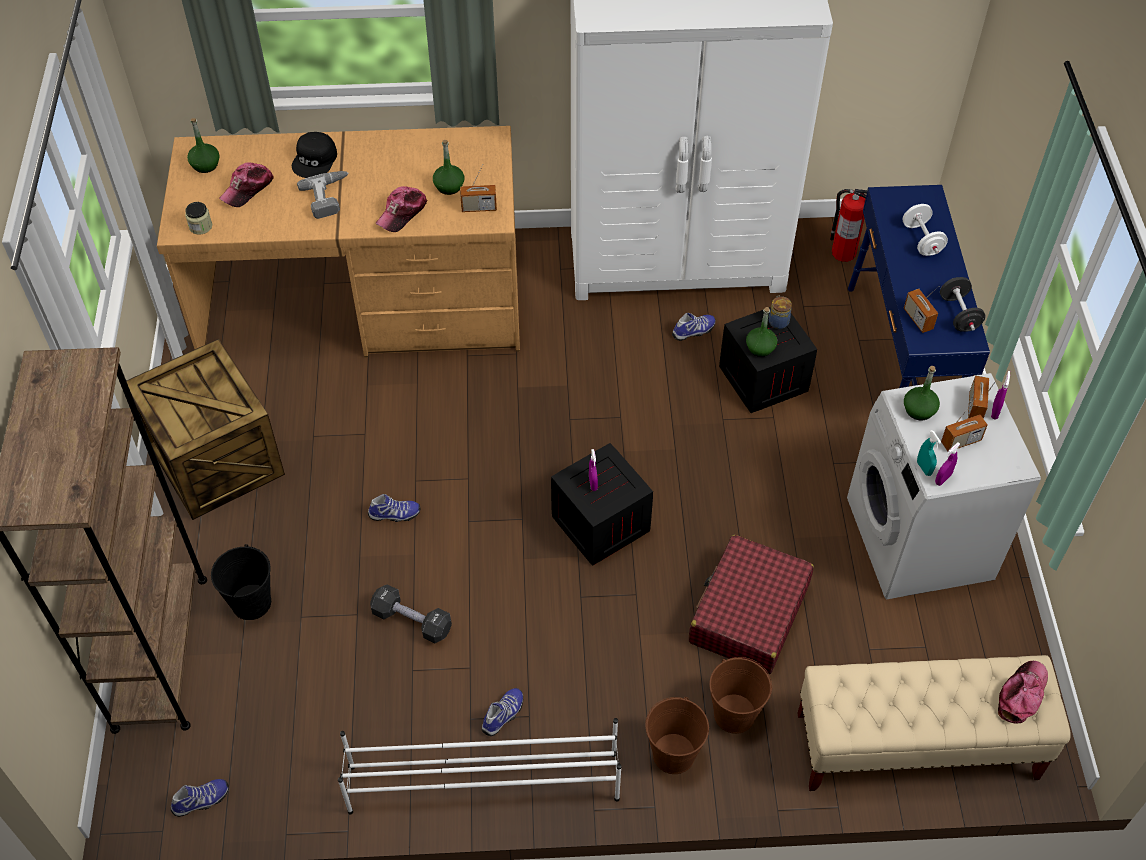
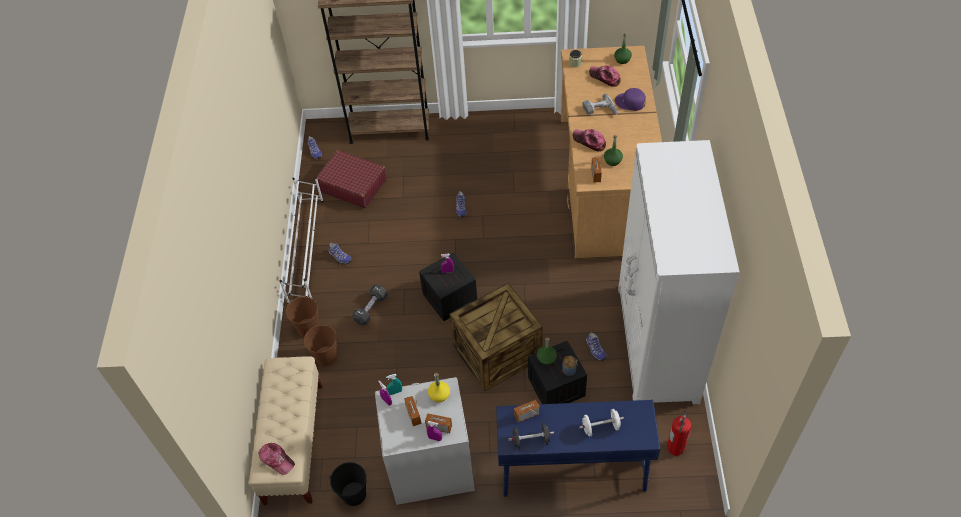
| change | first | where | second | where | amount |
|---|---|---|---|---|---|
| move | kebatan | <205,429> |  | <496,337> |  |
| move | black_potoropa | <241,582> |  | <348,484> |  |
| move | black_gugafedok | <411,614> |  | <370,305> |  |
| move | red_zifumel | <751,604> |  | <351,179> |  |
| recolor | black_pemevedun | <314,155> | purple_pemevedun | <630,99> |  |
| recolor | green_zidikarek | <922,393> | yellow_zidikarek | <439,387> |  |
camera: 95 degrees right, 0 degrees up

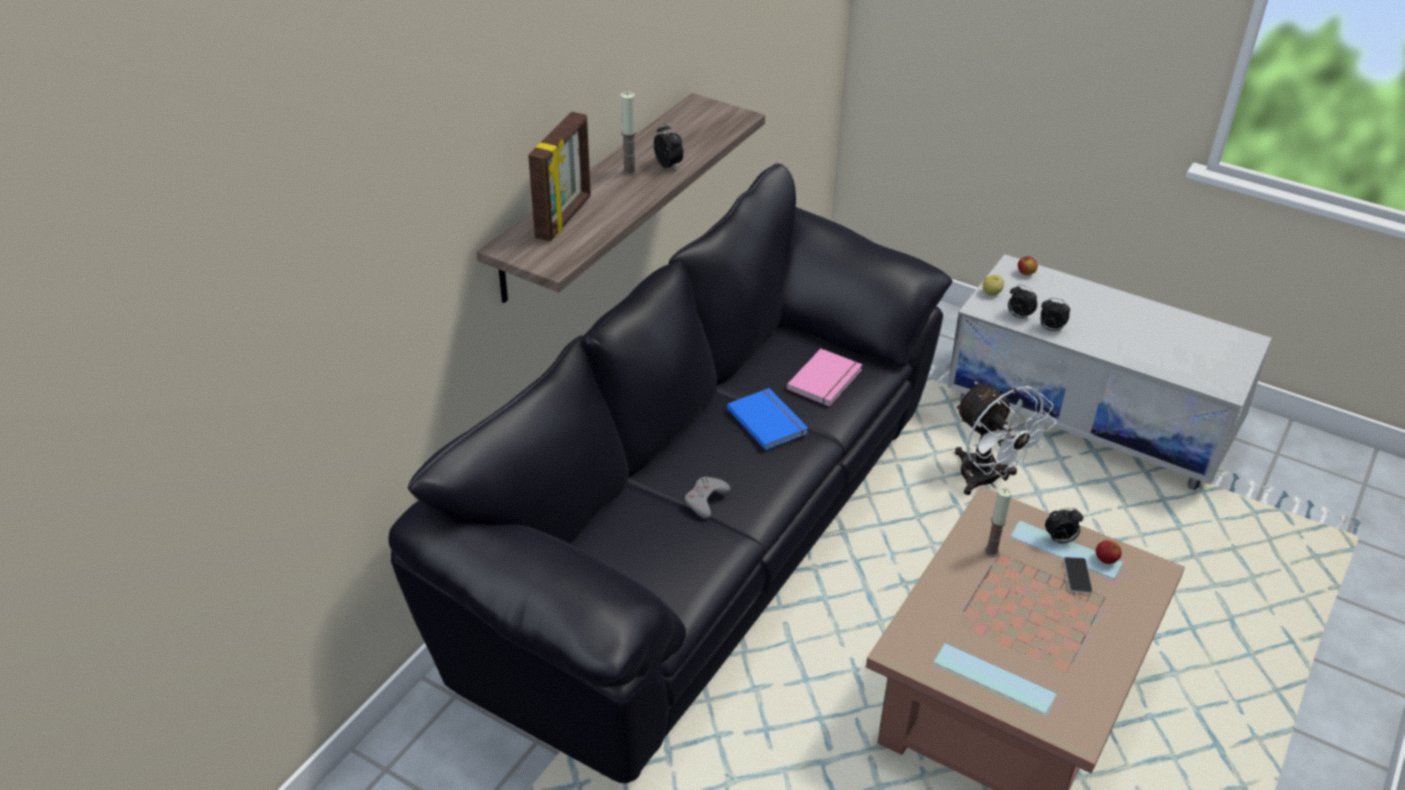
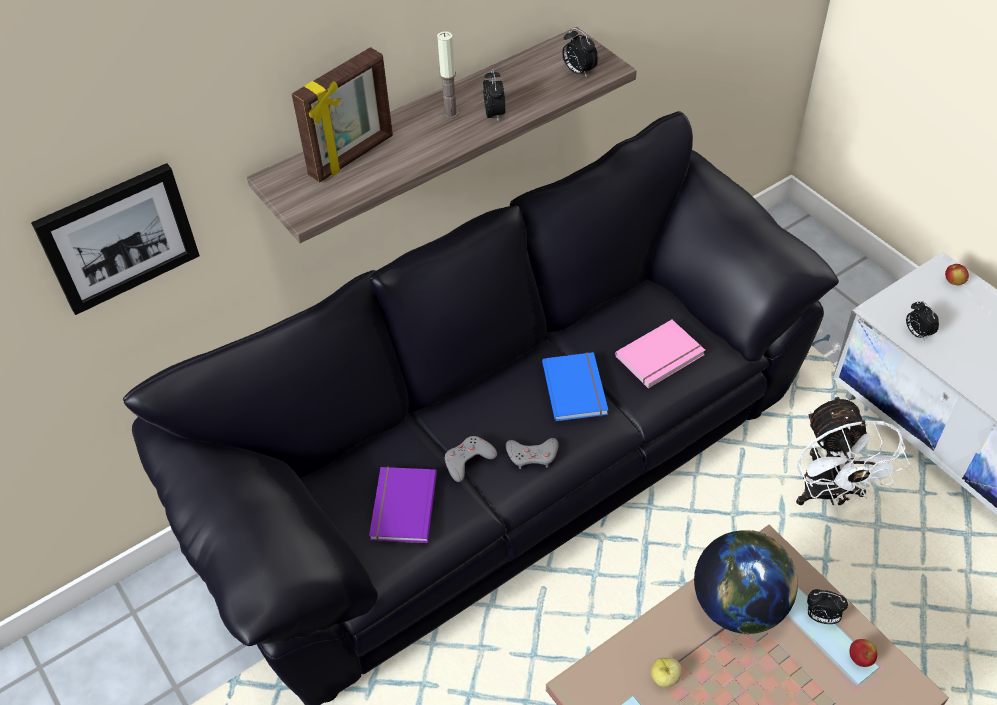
| change | first | where | second | where | amount |
|---|---|---|---|---|---|
| delete | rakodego | <1078,575> |  |  |  |
| insert |  |  | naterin | <115,239> |  |
| insert |  |  | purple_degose | <403,505> |  |
| insert |  |  | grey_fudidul | <531,453> |  |
| move | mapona | <993,285> |  | <666,672> |  |
| move | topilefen | <1055,315> |  | <580,52> |  |
| replace | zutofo | <998,522> | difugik | <746,582> |  |
camera: 25 degrees right, 10 degrees up

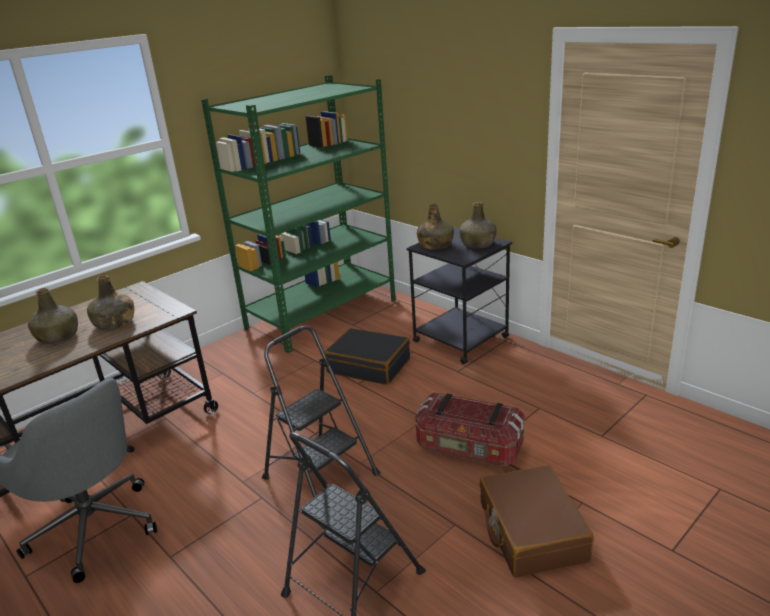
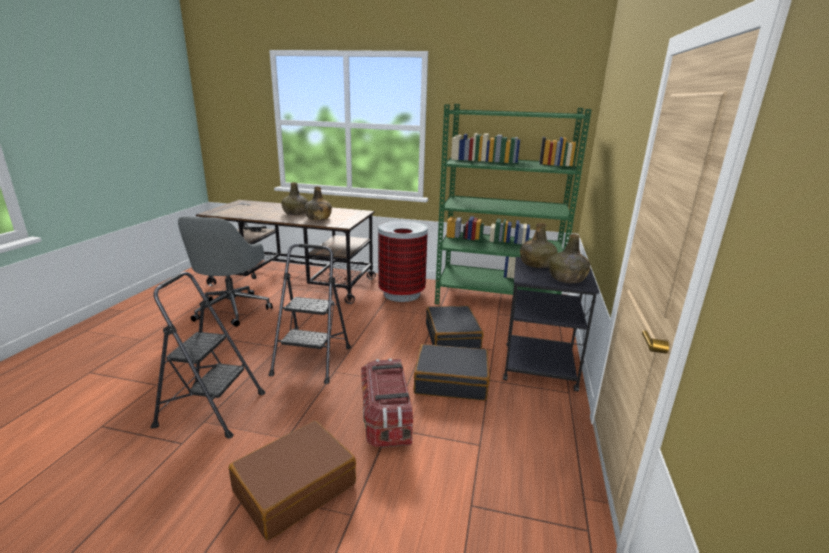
| change | first | where | second | where | amount |
|---|---|---|---|---|---|
| insert |  |  | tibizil | <403,261> |  |
| insert |  |  | black_zifumel | <452,372> |  |
camera: 55 degrees right, 5 degrees down

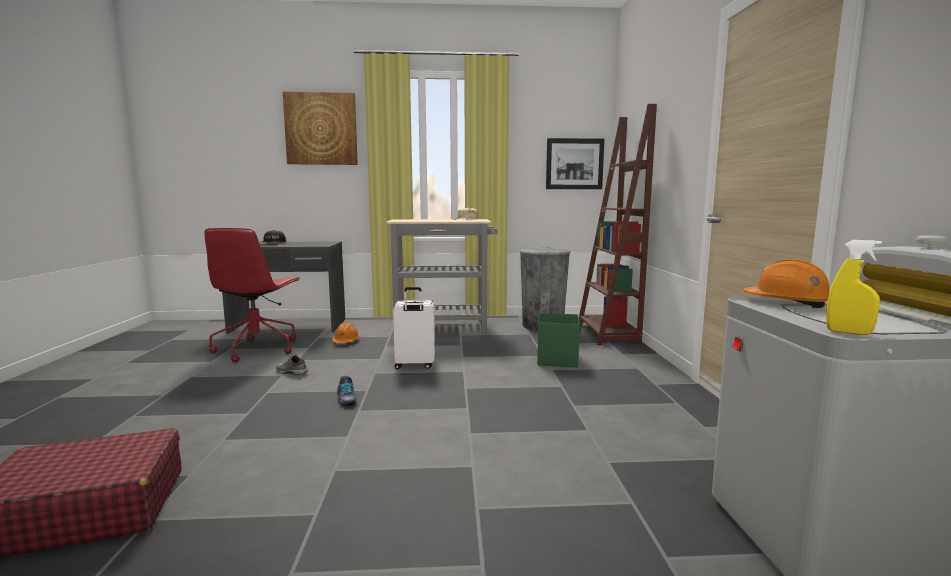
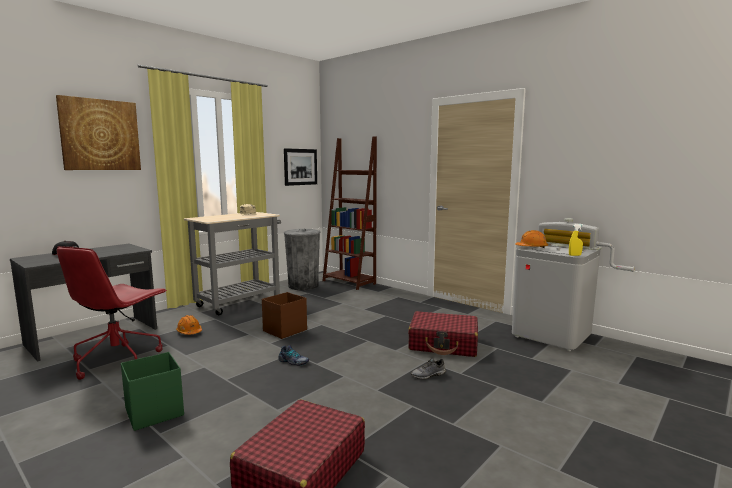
| change | first | where | second | where | amount |
|---|---|---|---|---|---|
| insert |  |  | red_zifumel | <443,334> |  |
| move | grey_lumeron | <292,365> |  | <428,368> |  |
| move | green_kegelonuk | <559,340> |  | <152,391> |  |
| replace | white_zifumel | <414,328> | brown_kegelonuk | <284,315> |  |
| rotate | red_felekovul | <252,295> |  | <112,313> | 60 degrees clockwise |
camera: 45 degrees left, 0 degrees up

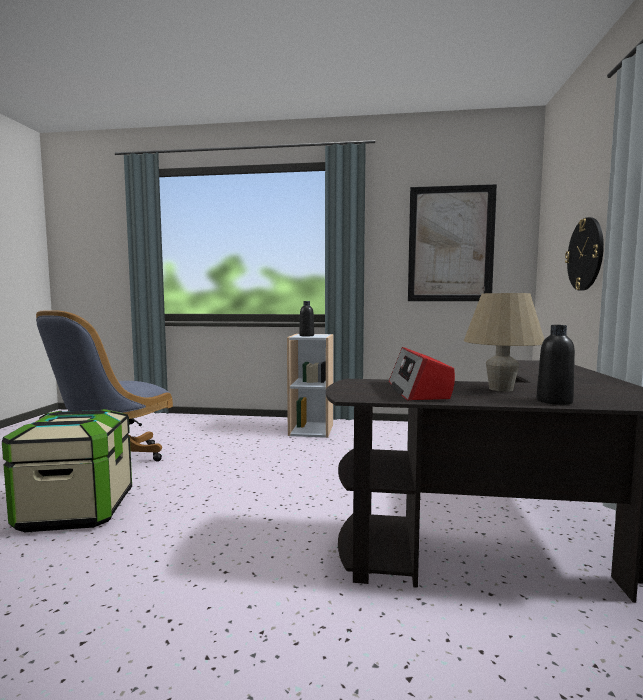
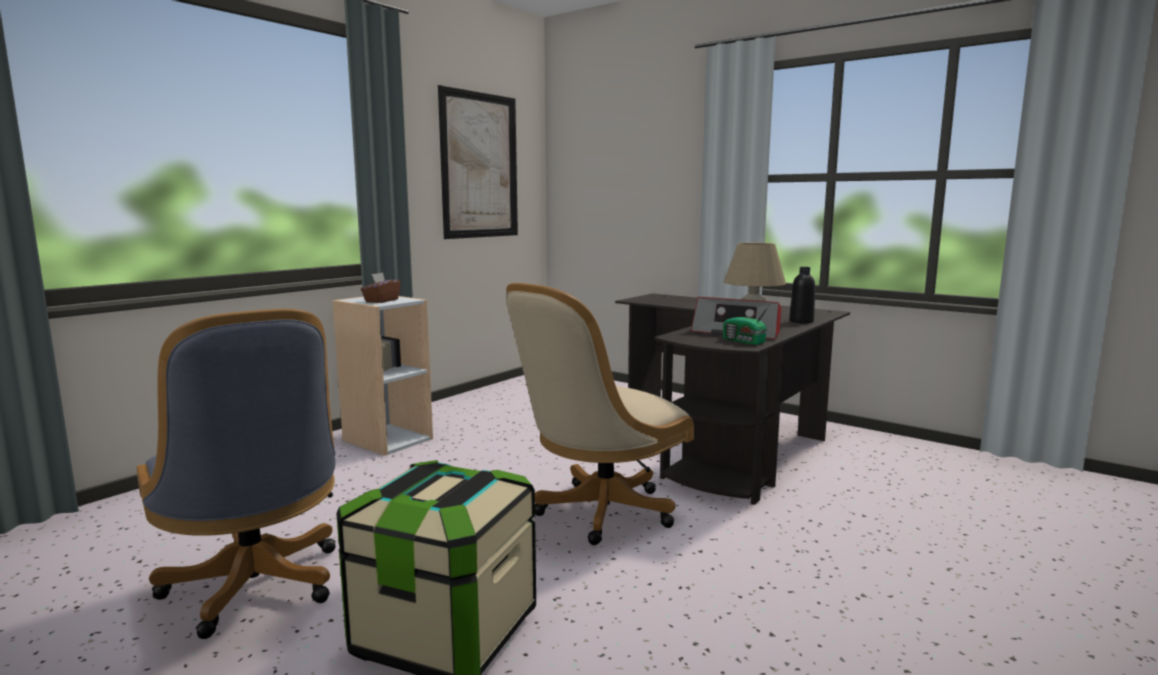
| change | first | where | second | where | amount |
|---|---|---|---|---|---|
| delete | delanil | <584,254> |  |  |  |
| insert |  |  | beige_felekovul | <600,414> |  |
| insert |  |  | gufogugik | <747,324> |  |
| replace | black_zidikarek | <306,318> | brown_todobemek | <381,287> |  |
camera: 60 degrees left, 5 degrees up

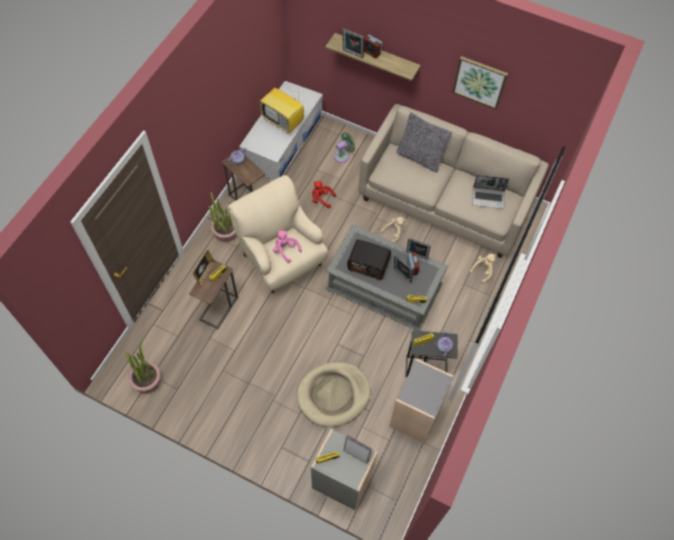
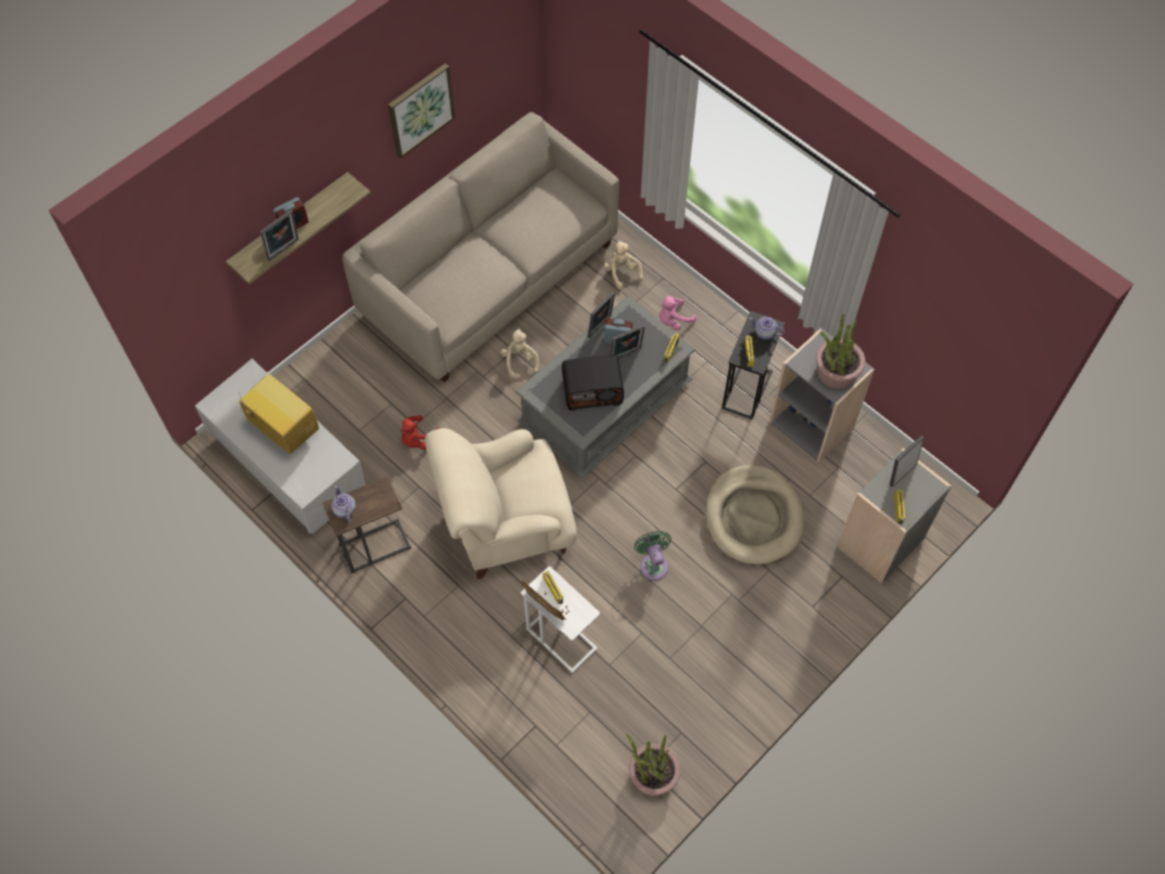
| change | first | where | second | where | amount |
|---|---|---|---|---|---|
| delete | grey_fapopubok | <424,142> |  |  |  |
| delete | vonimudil | <490,192> |  |  |  |
| move | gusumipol | <222,217> |  | <840,351> |  |
| move | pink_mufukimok | <287,246> |  | <677,313> |  |
| move | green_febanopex | <344,147> |  | <653,556> |  |
| recolor | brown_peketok | <213,294> | white_peketok | <560,619> |  |
| rotate | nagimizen | <282,110> |  | <278,414> | 105 degrees counterclockwise |
| rotate | gufogugik | <369,259> |  | <593,383> | 45 degrees clockwise |
camera: 70 degrees left, 0 degrees up

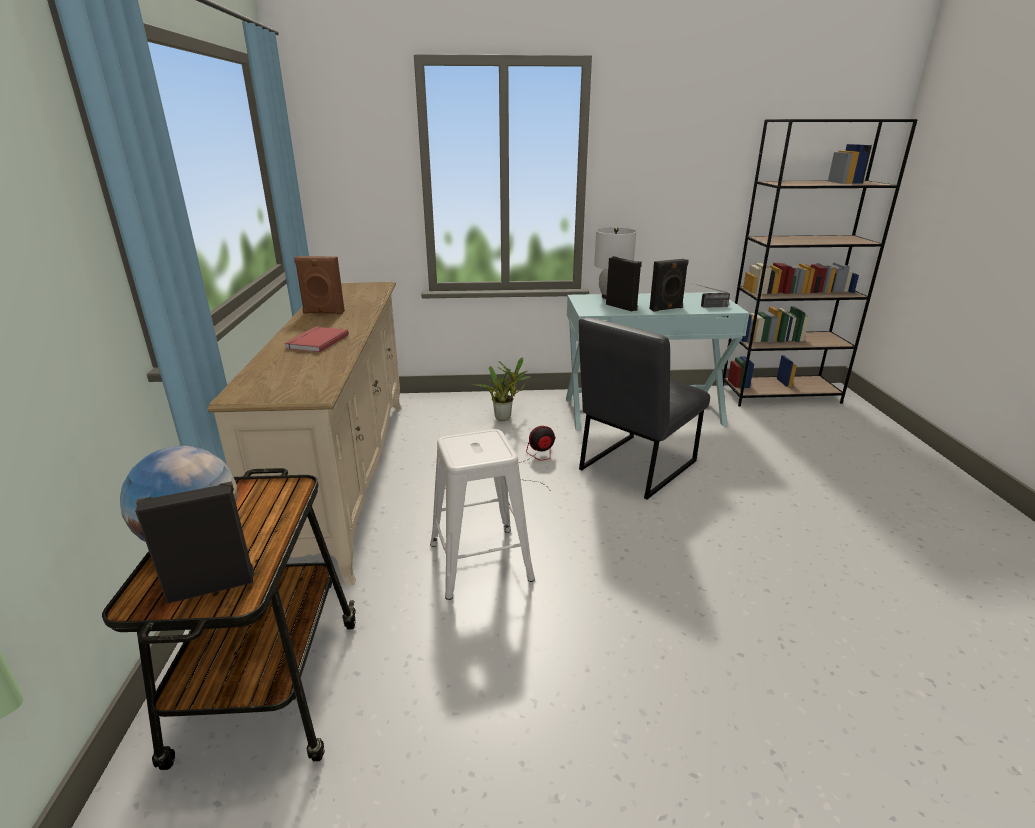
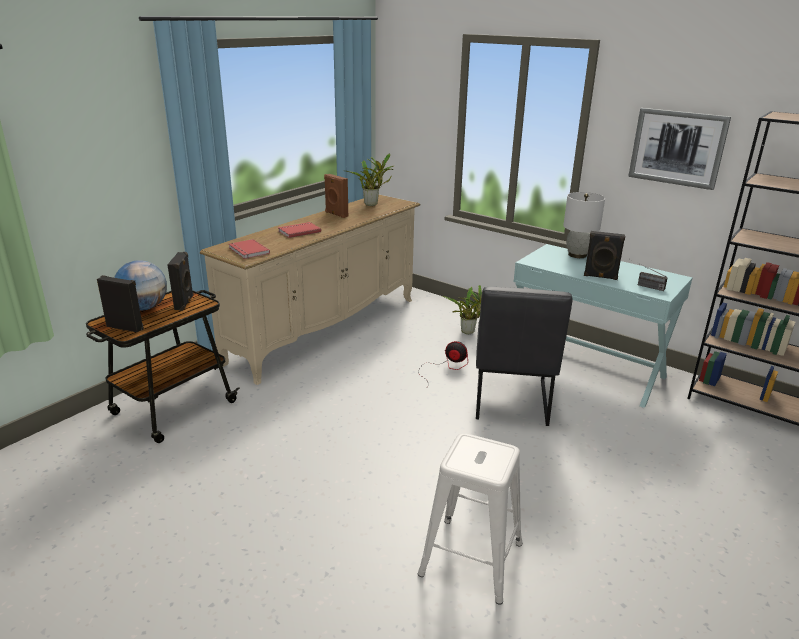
| change | first | where | second | where | amount |
|---|---|---|---|---|---|
| insert |  |  | red_degose | <249,249> |  |
| insert |  |  | gusumipol | <370,180> |  |
| insert |  |  | naterin | <679,149> |  |
| move | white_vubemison | <482,514> |  | <470,519> |  |
| move | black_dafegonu | <624,283> |  | <180,281> |  |
| rotate | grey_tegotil | <644,408> |  | <524,356> | 75 degrees counterclockwise |
camera: 40 degrees right, 0 degrees up

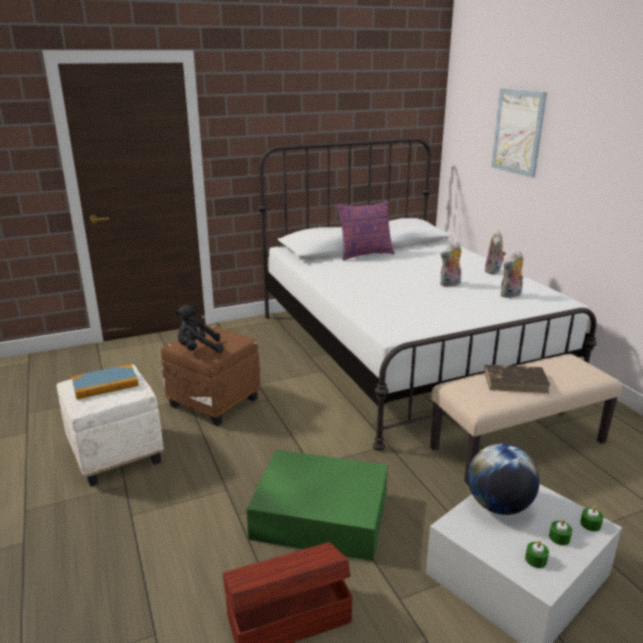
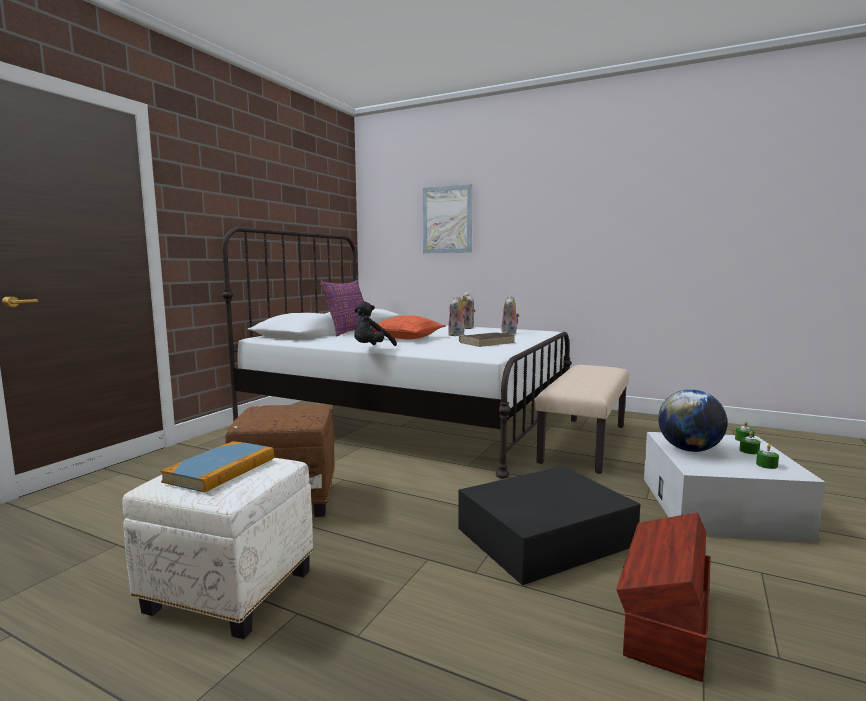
| change | first | where | second | where | amount |
|---|---|---|---|---|---|
| insert |  |  | orange_fapopubok | <409,327> |  |
| move | black_mufukimok | <199,329> |  | <375,323> |  |
| move | brown_degose | <517,378> |  | <487,339> |  |
| recolor | green_kegelonuk | <317,505> | black_kegelonuk | <549,525> |  |
camera: 40 degrees left, 15 degrees down

